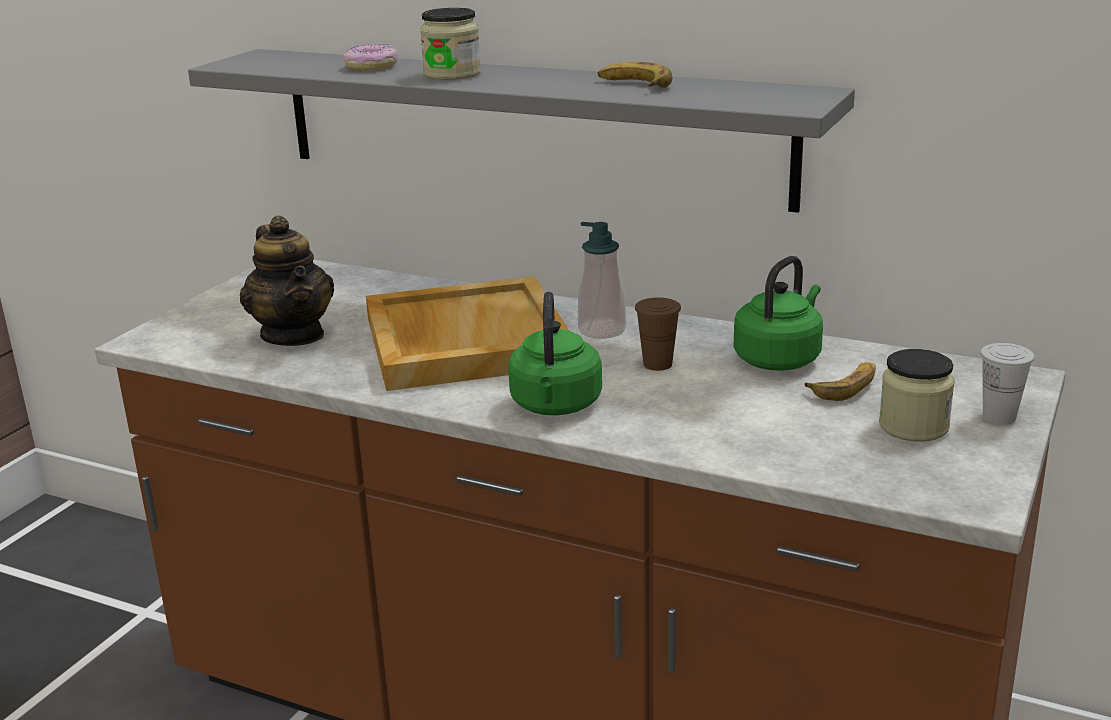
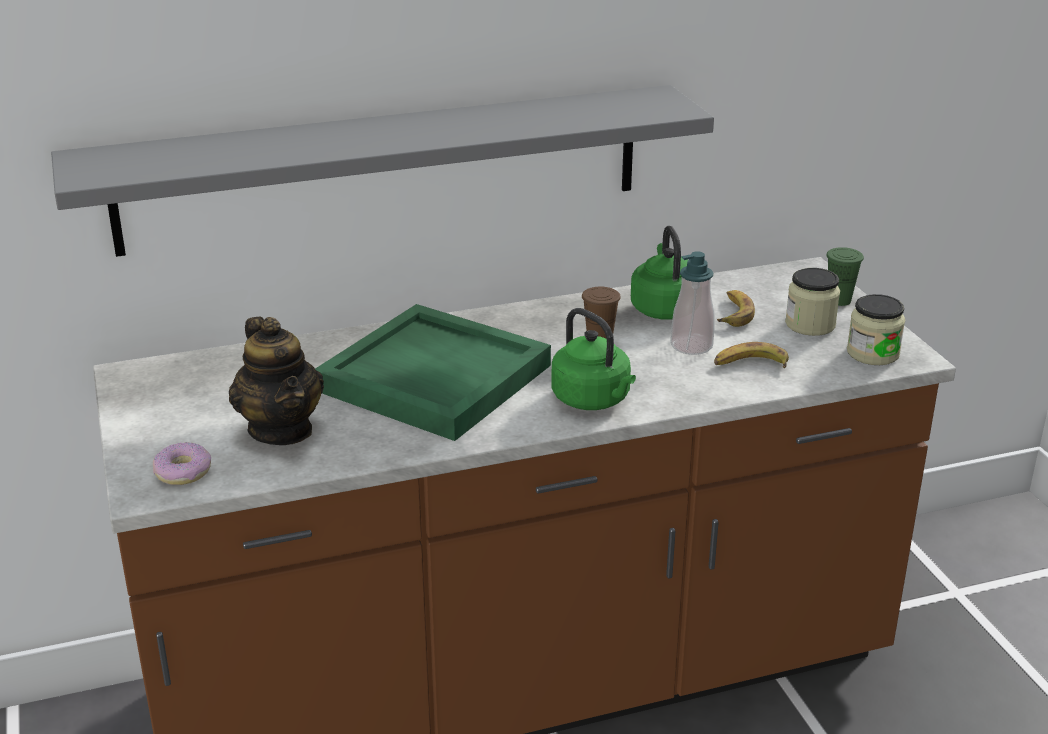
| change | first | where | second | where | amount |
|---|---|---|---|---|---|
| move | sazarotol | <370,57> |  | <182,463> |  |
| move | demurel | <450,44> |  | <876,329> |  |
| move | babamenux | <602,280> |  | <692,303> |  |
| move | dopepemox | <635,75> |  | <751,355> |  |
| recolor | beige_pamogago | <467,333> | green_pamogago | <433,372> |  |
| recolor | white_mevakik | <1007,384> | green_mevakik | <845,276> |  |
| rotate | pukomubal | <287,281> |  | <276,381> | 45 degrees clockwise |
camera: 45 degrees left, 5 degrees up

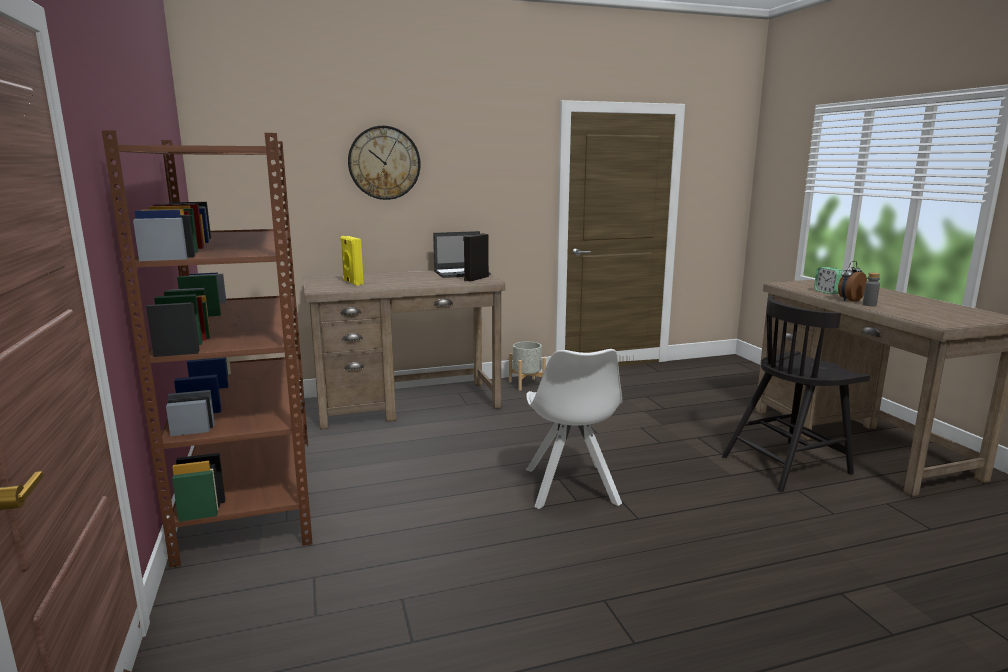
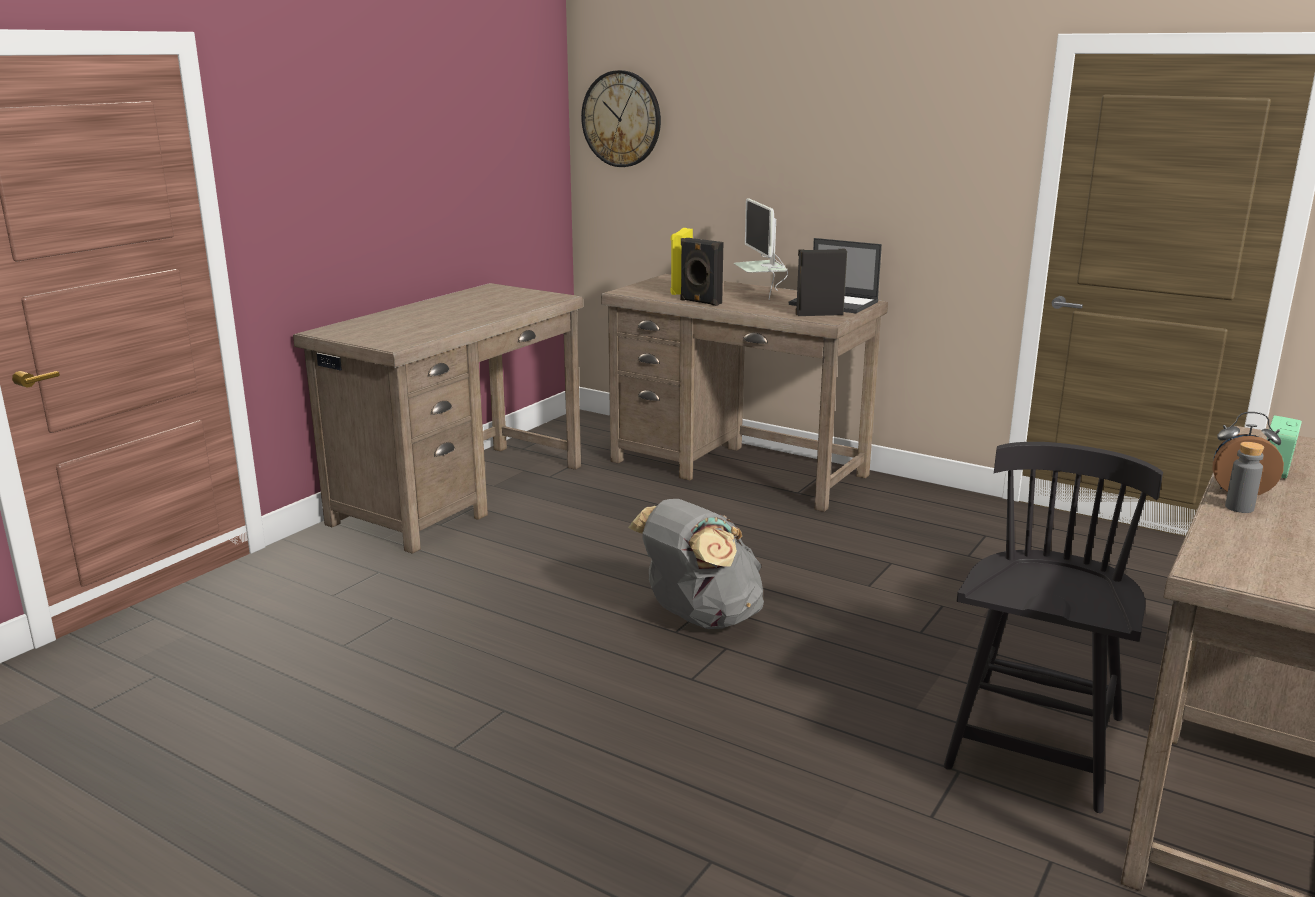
| change | first | where | second | where | amount |
|---|---|---|---|---|---|
| delete | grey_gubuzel | <527,366> |  |  |  |
| insert |  |  | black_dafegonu | <701,272> |  |
| insert |  |  | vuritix | <761,249> |  |
| move | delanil | <384,163> |  | <621,118> |  |
| replace | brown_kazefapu | <207,349> | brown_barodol | <438,418> |  |
| replace | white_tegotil | <574,429> | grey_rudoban | <696,564> |  |
| rotate | black_tegotil | <796,394> |  | <1053,627> | 90 degrees clockwise |
camera: 50 degrees right, 5 degrees up

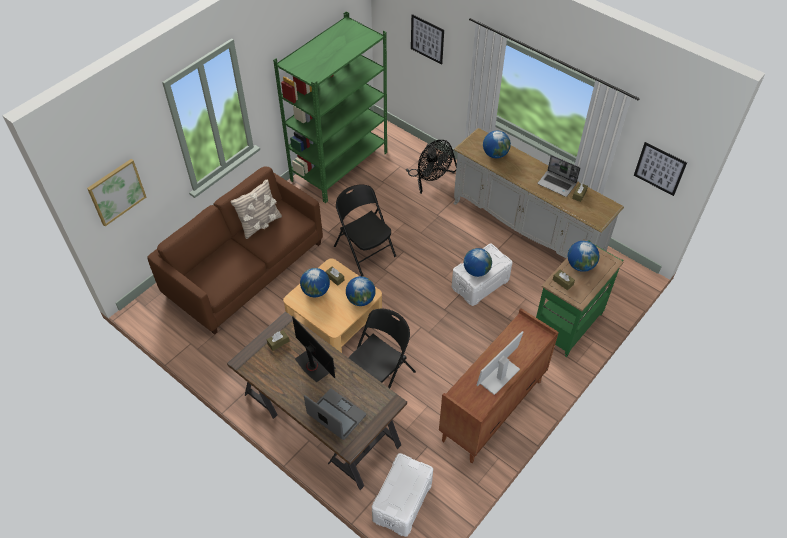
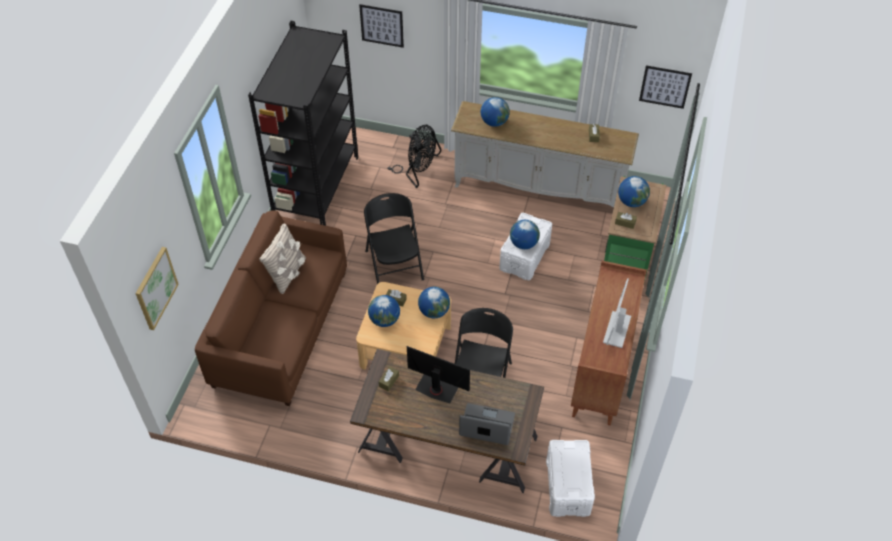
| change | first | where | second | where | amount |
|---|---|---|---|---|---|
| delete | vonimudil | <559,176> |  |  |  |
| recolor | green_kazefapu | <330,107> | black_kazefapu | <303,123> |  |
| rotate | black_tegotil | <365,230> |  | <394,238> | 45 degrees clockwise |
camera: 25 degrees left, 0 degrees up

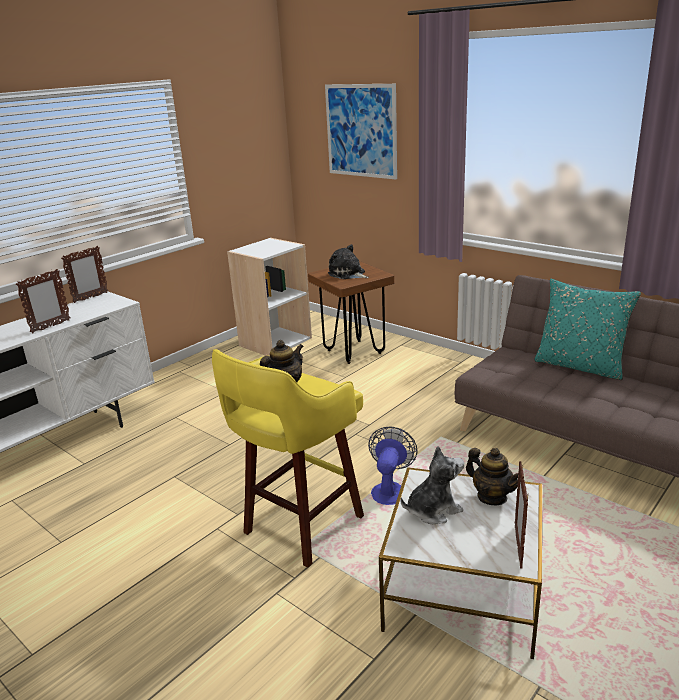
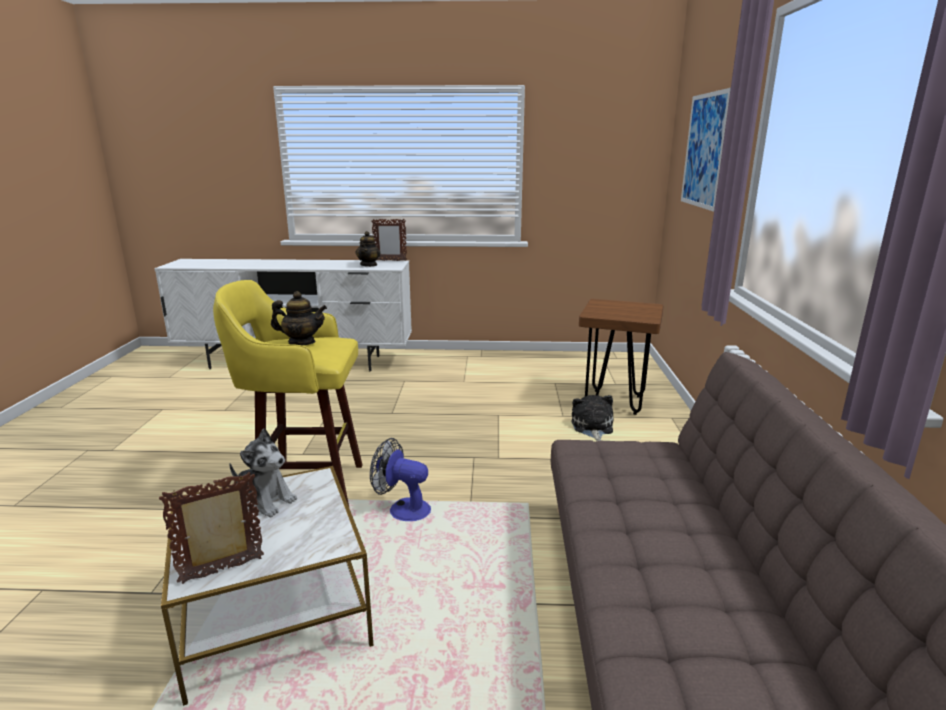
| change | first | where | second | where | amount |
|---|---|---|---|---|---|
| delete | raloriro | <43,301> |  |  |  |
| delete | white_kazefapu | <269,297> |  |  |  |
| delete | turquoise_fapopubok | <588,329> |  |  |  |
| move | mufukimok | <348,261> |  | <592,418> |  |
| move | pukomubal | <492,476> |  | <368,249> |  |
| rotate | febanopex | <392,466> |  | <400,479> | 135 degrees counterclockwise |
camera: 50 degrees right, 5 degrees down

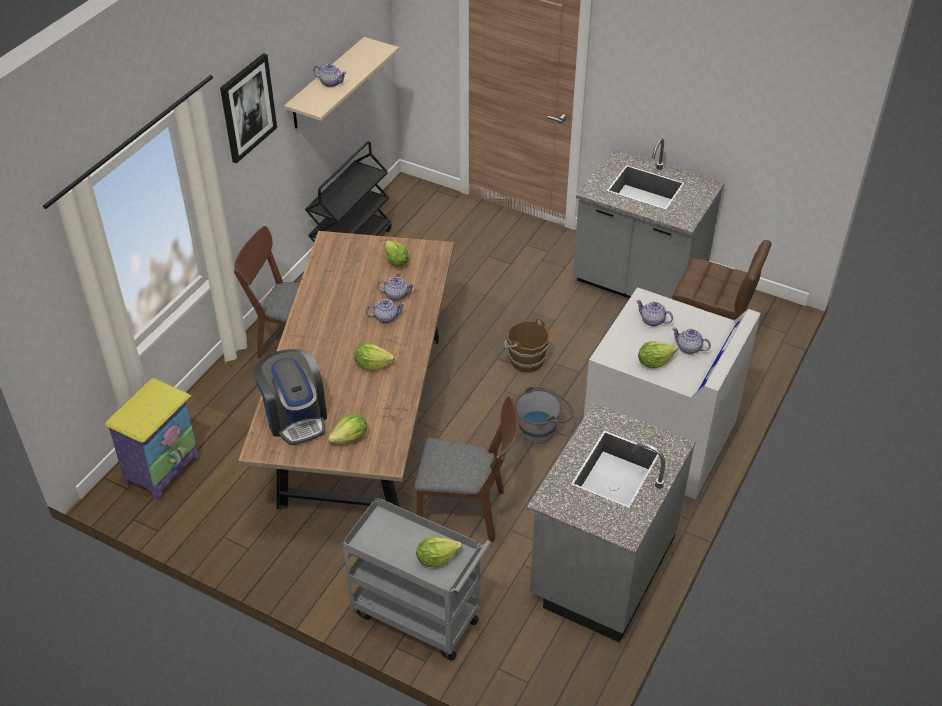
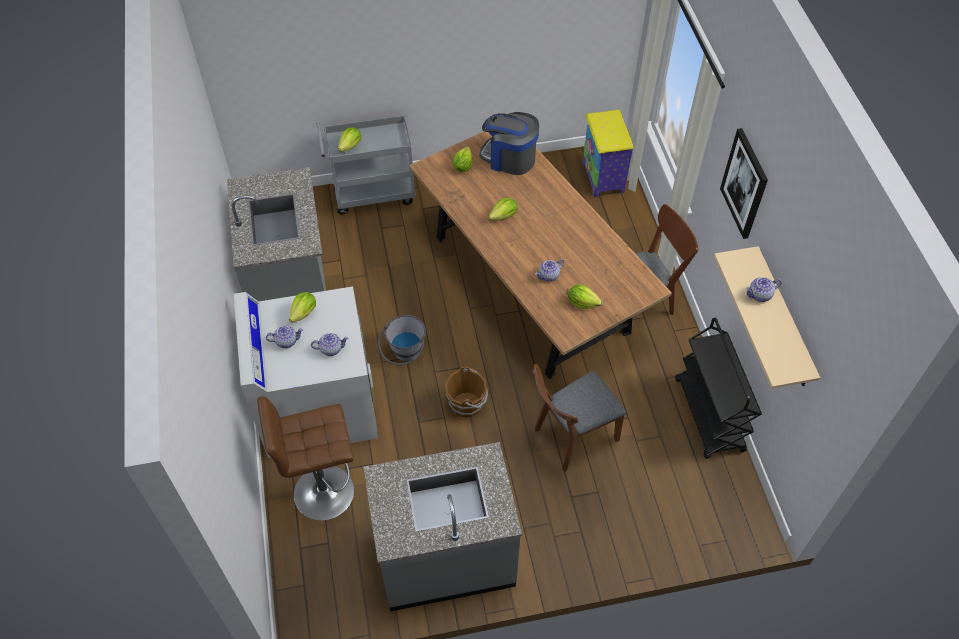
| change | first | where | second | where | amount |
|---|---|---|---|---|---|
| delete | pukomubal | <385,311> |  |  |  |
| move | brown_tegotil | <466,469> |  | <579,418> |  |
camera: 140 degrees right, 10 degrees up

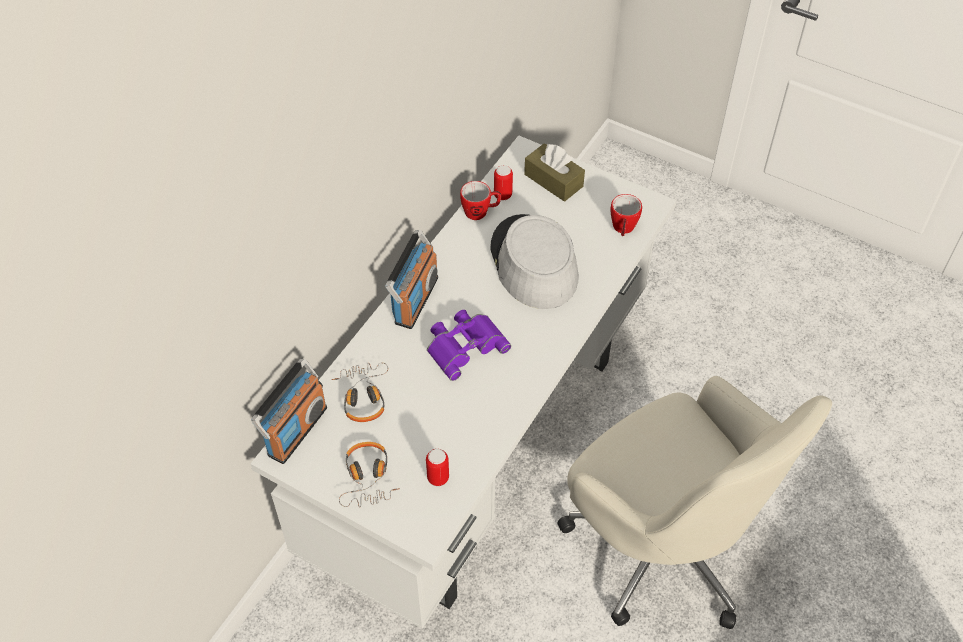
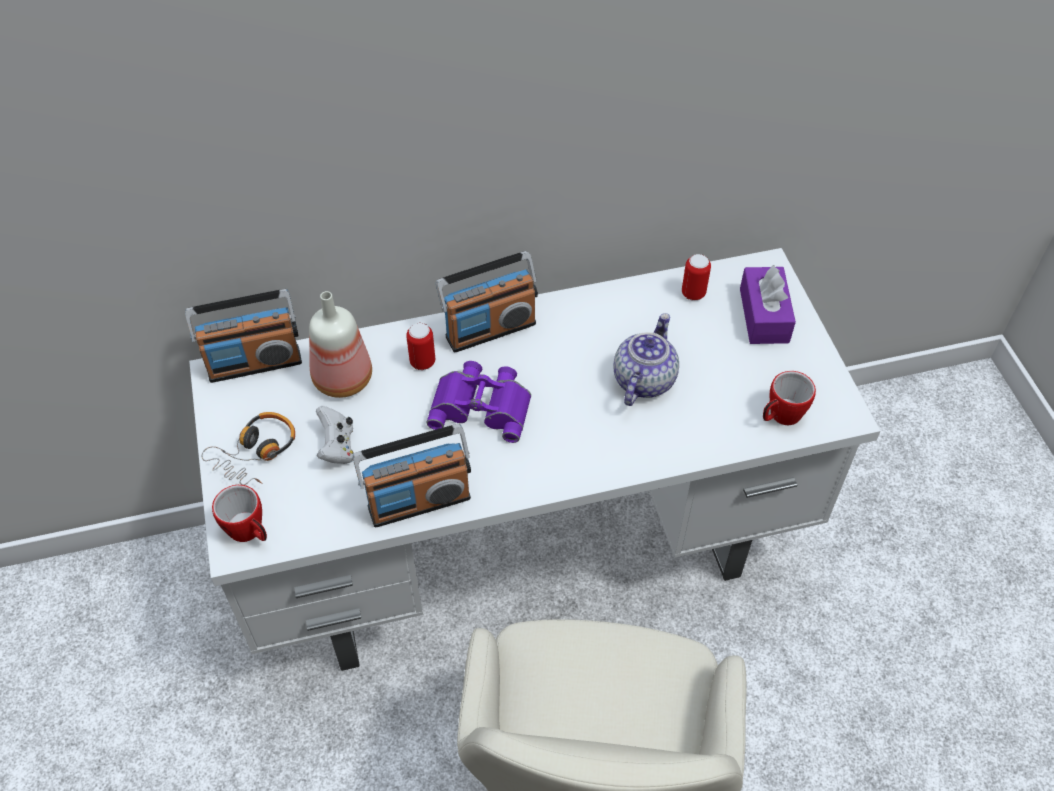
| change | first | where | second | where | amount |
|---|---|---|---|---|---|
| insert |  |  | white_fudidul | <335,435> |  |
| insert |  |  | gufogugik | <412,475> |  |
| move | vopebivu | <437,467> |  | <420,346> |  |
| move | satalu | <480,200> |  | <239,513> |  |
| replace | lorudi | <360,392> | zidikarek | <340,344> |  |
| replace | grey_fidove | <534,261> | pukomubal | <646,359> |  |
| recolor | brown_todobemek | <554,172> | purple_todobemek | <768,304> |  |
camera: 45 degrees right, 0 degrees up

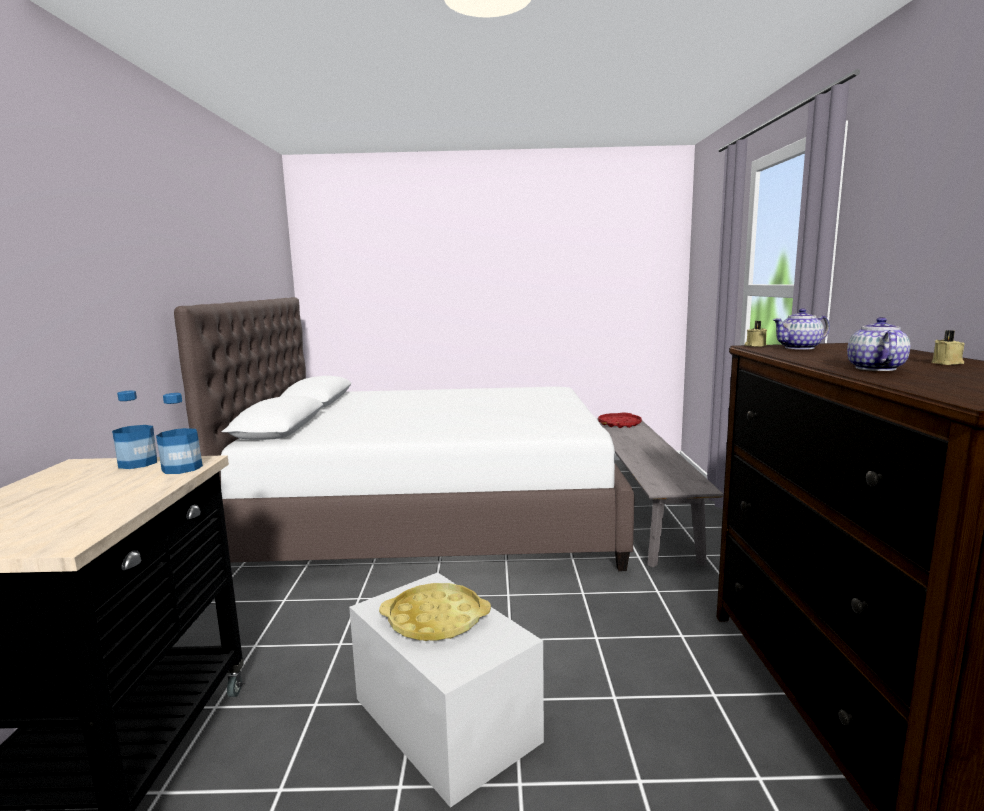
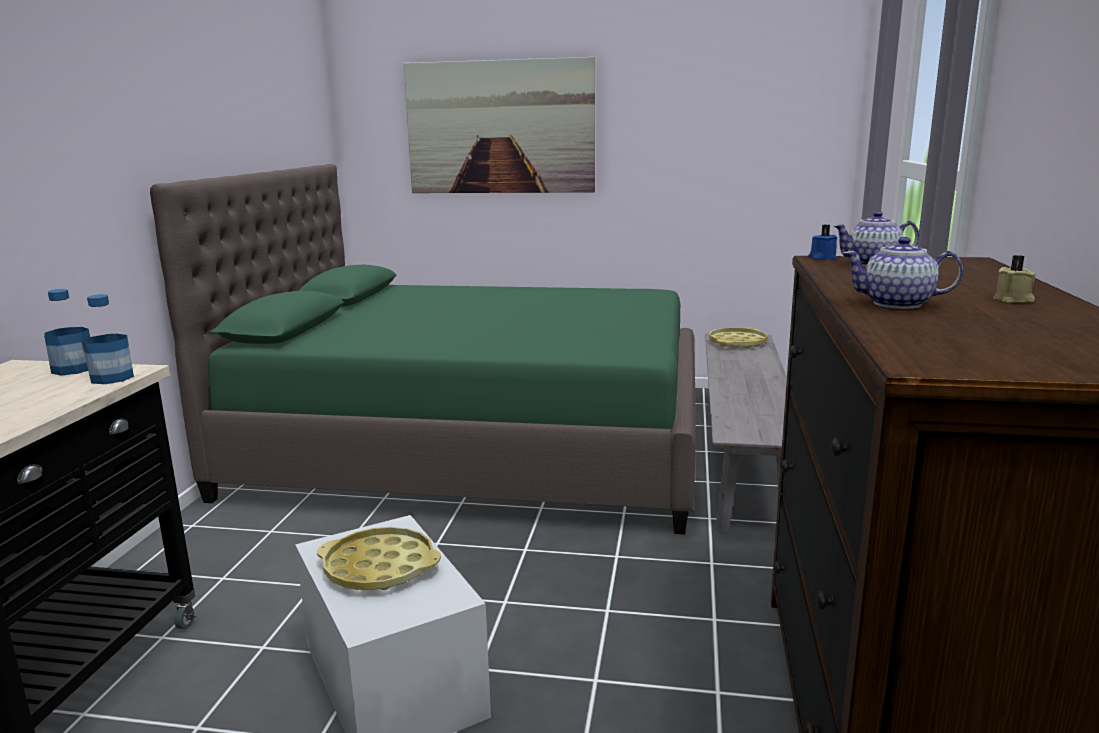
| change | first | where | second | where | amount |
|---|---|---|---|---|---|
| insert |  |  | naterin | <499,125> |  |
| recolor | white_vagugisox | <404,434> | green_vagugisox | <423,349> |  |
| recolor | red_pamogago | <620,420> | yellow_pamogago | <738,338> |  |
| recolor | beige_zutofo | <755,334> | blue_zutofo | <823,242> |  |
| rotate | pukomubal | <878,344> |  | <903,273> | 105 degrees counterclockwise |
camera: 10 degrees right, 5 degrees up

